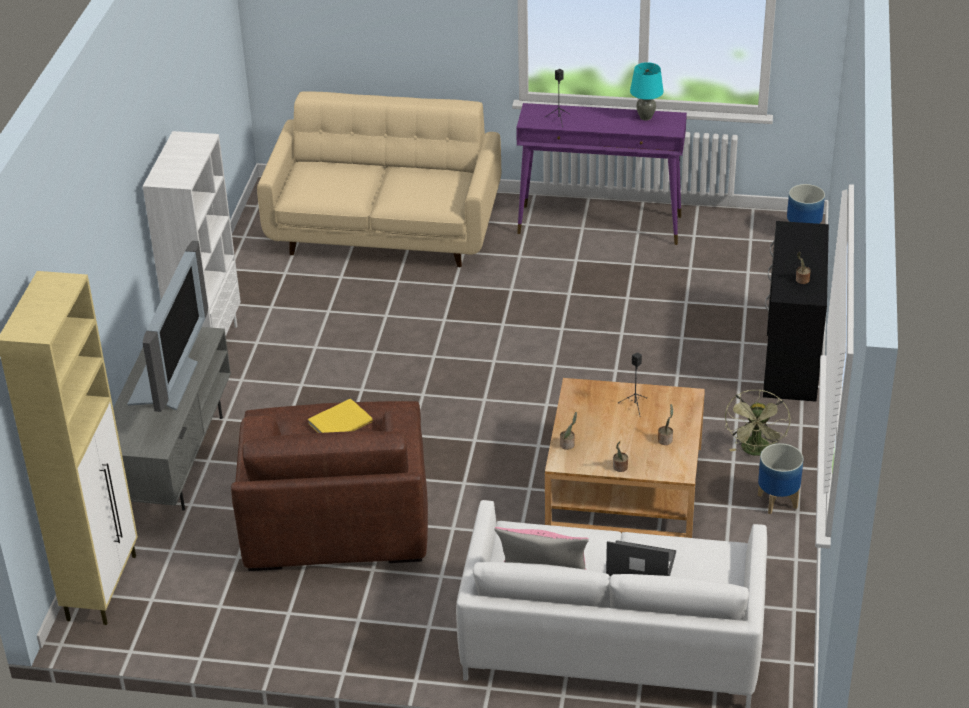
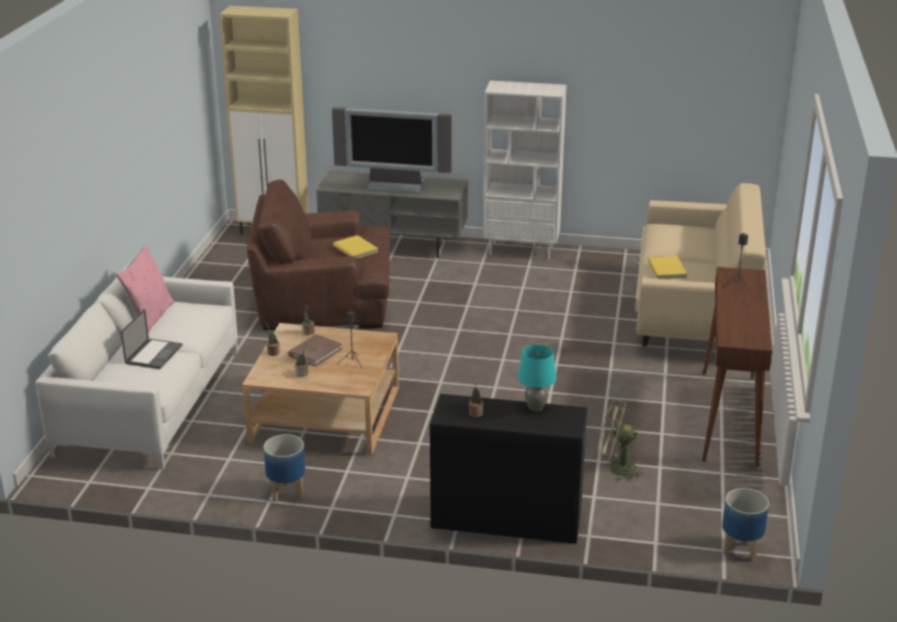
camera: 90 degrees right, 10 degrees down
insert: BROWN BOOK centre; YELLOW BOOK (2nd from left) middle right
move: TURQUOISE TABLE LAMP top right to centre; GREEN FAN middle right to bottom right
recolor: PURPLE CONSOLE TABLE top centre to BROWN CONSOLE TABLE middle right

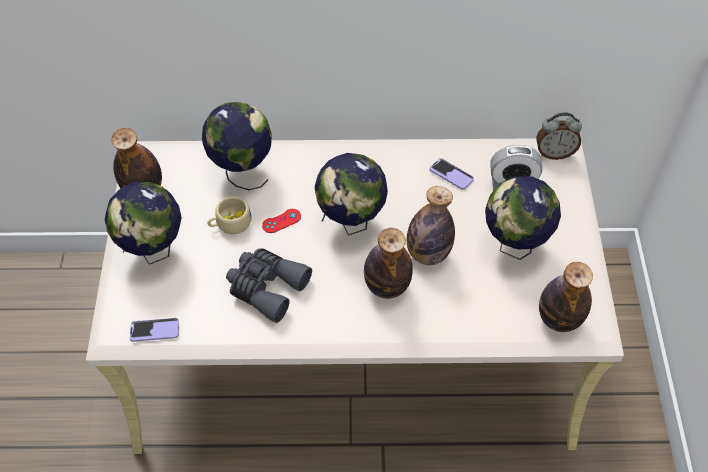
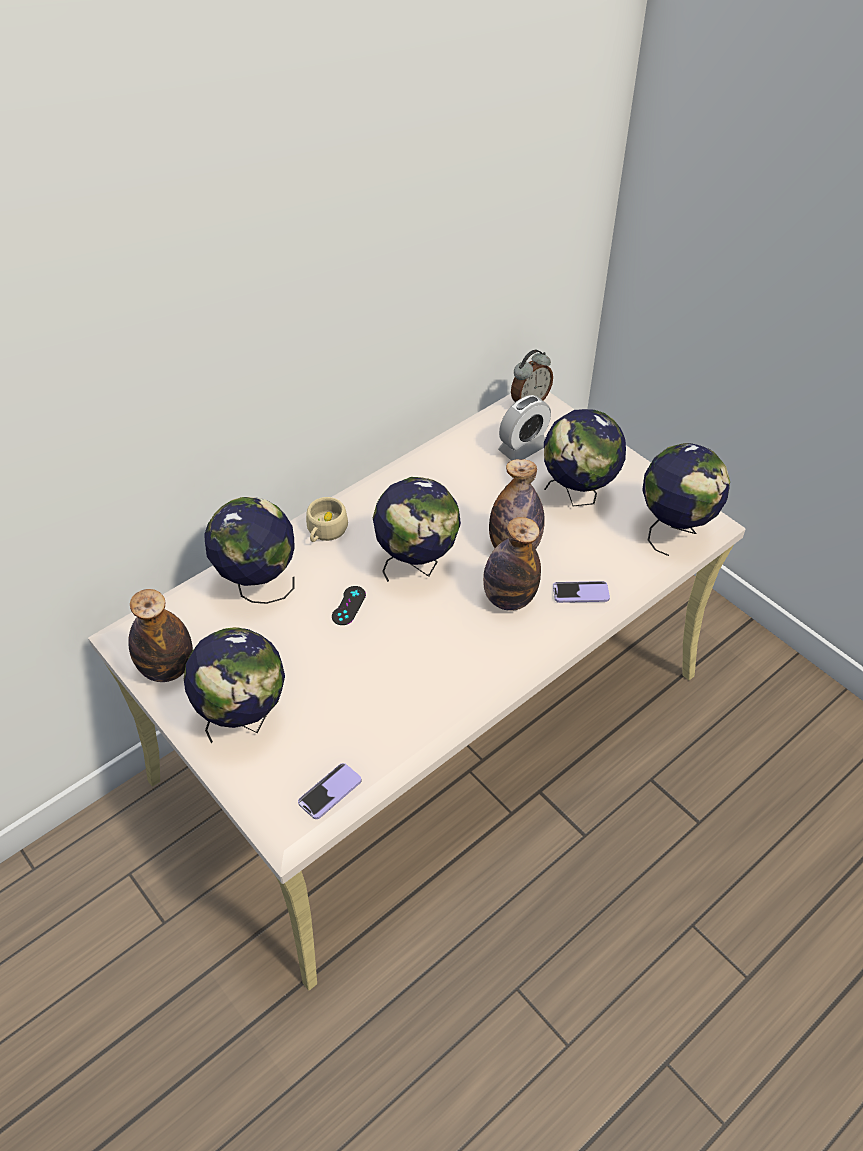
camera: 40 degrees left, 5 degrees down
delete: GREY BINOCULARS centre
move: BEIGE CUP middle left to centre; PHONE (2nd from left) centre to middle right
replace: BOTTLE (4th from left) middle right to GLOBE (5th from left) middle right
recolor: RED GAME CONTROLLER centre to BLACK GAME CONTROLLER centre

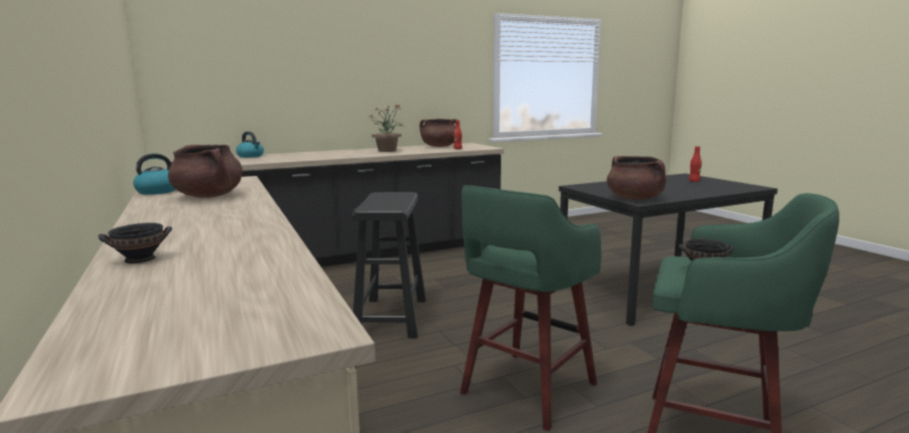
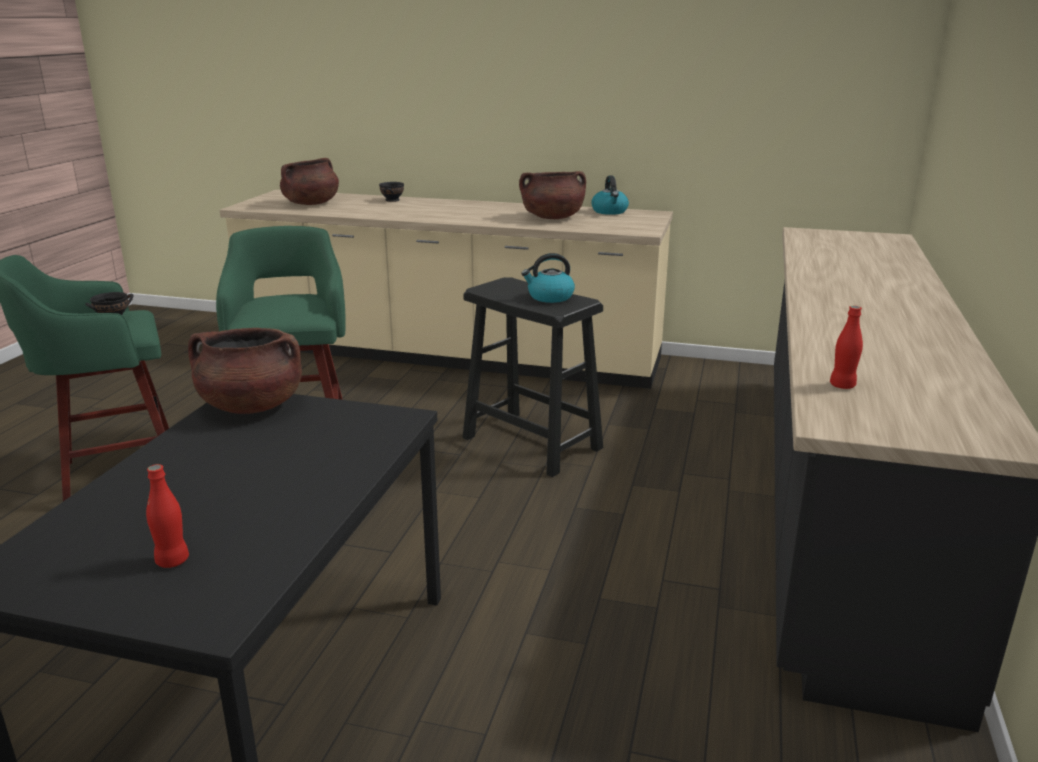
camera: 130 degrees right, 10 degrees up
delete: POTTED PLANT top centre
move: KETTLE (2nd from left in the first image) top left to KETTLE (1st from left) centre; BROWN COOKING POT (2nd from left) top centre to top left

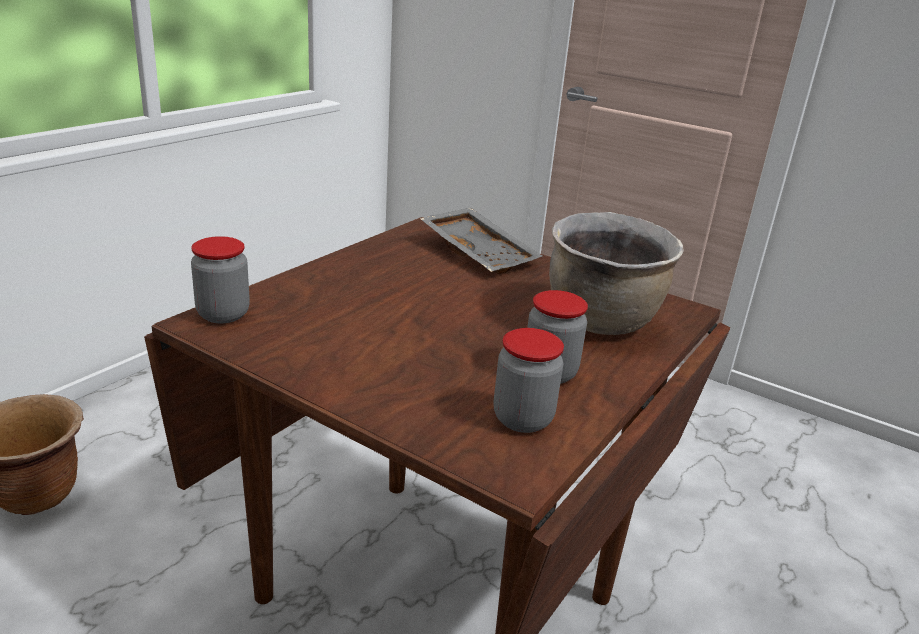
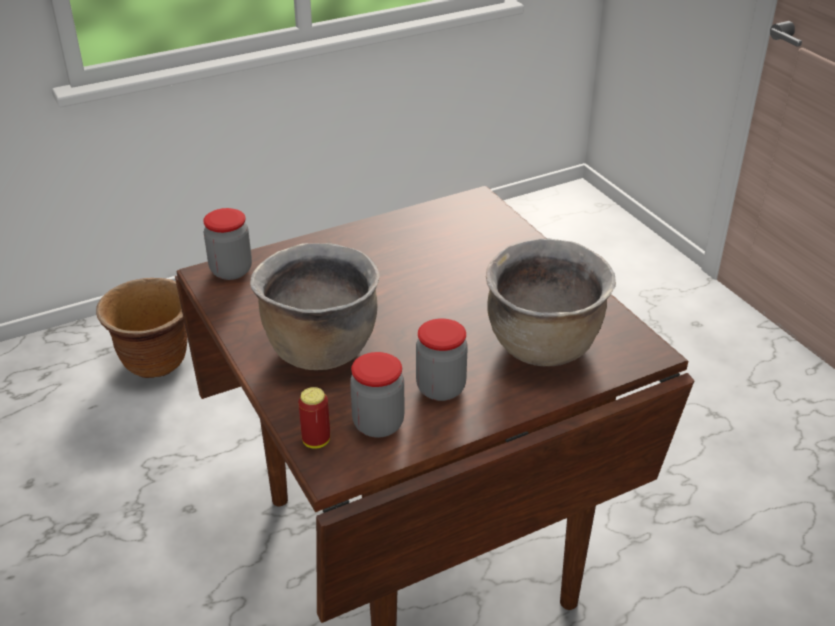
camera: 30 degrees right, 10 degrees up
delete: GREY TRAY centre
insert: BROWN COOKING POT (1st from left) centre; CAN bottom centre

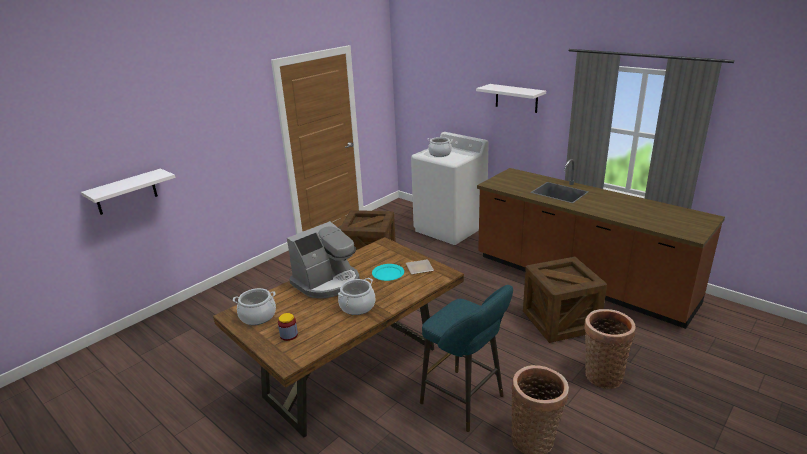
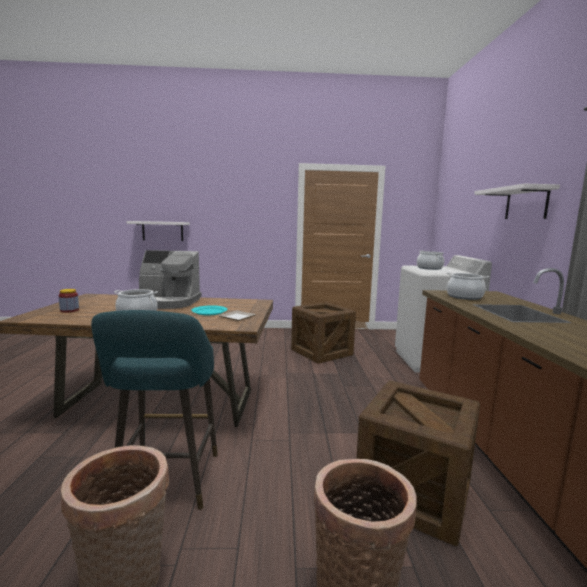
camera: 45 degrees right, 15 degrees down
move: COOKING POT (1st from left in the first image) bottom left to COOKING POT (3rd from left) middle right

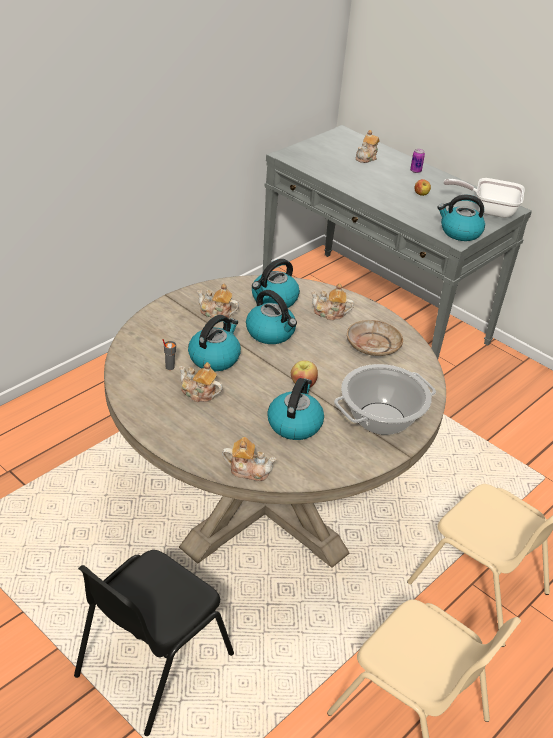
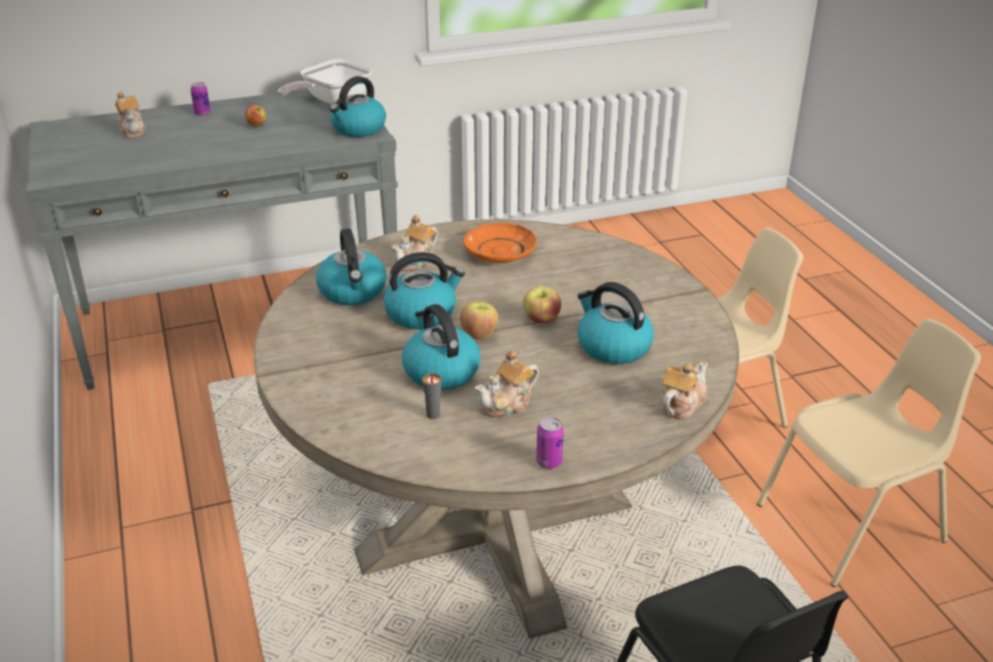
camera: 60 degrees left, 5 degrees down
delete: TEAPOT (2nd from left) centre; COOKING POT middle right
insert: APPLE (2nd from left) centre; CAN (2nd from left) bottom centre
recolor: BEIGE PLATE middle right to ORANGE PLATE centre

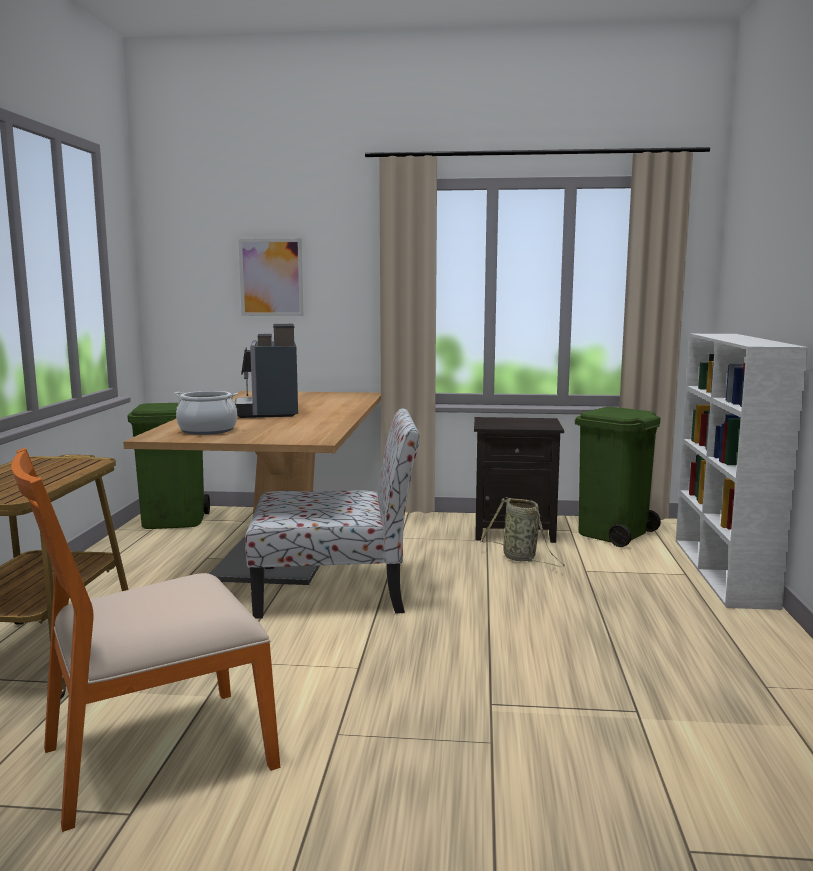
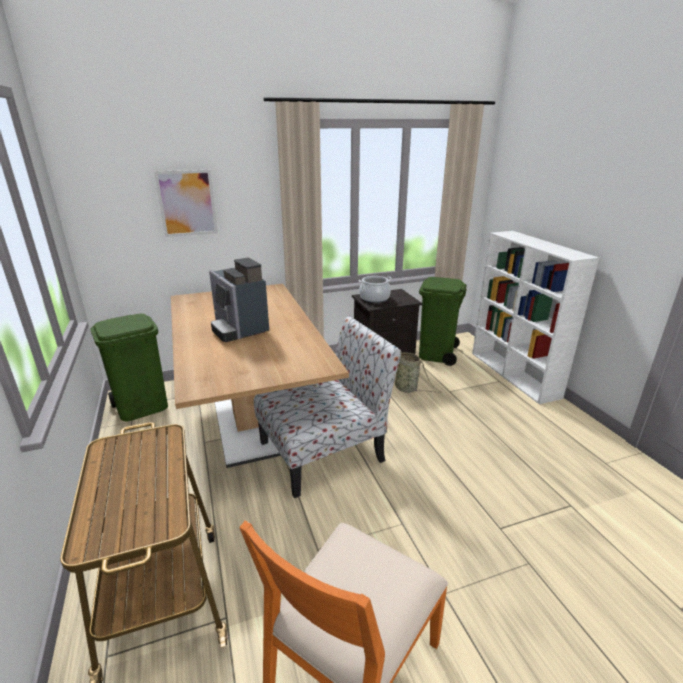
camera: 25 degrees left, 15 degrees up
move: COOKING POT middle left to centre

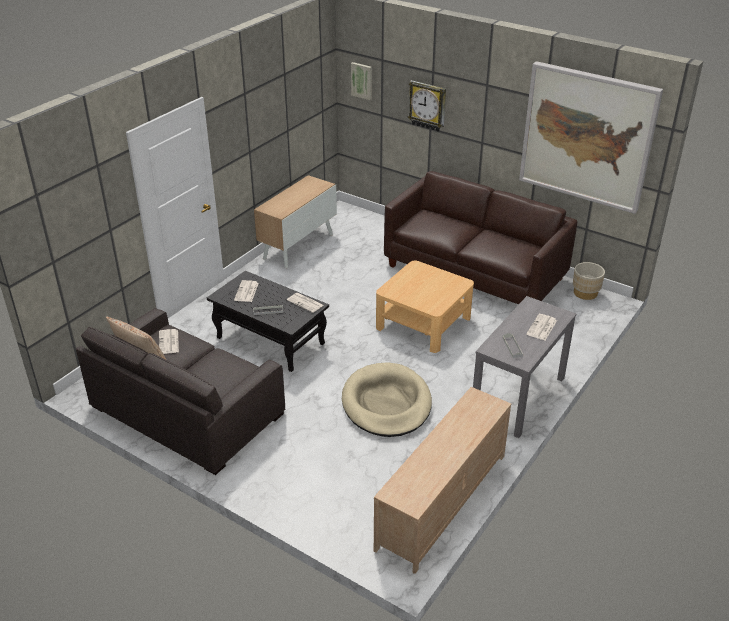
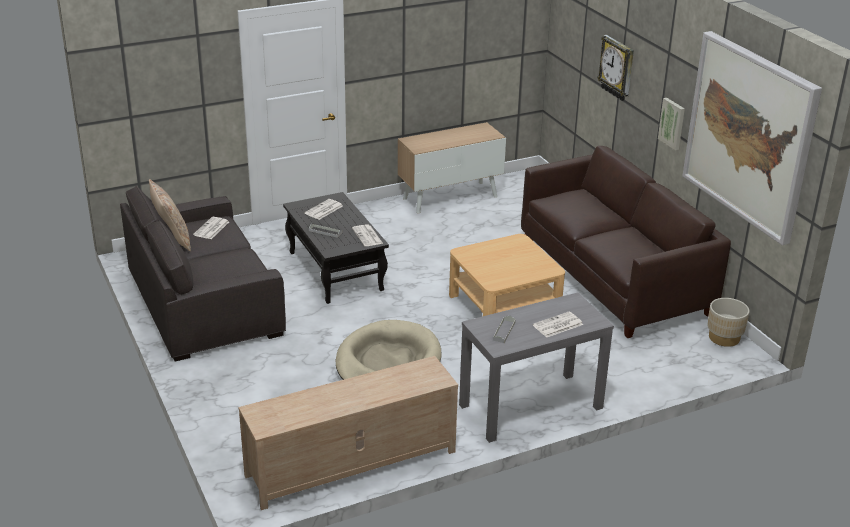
camera: 30 degrees right, 5 degrees down
move: PICTURE (1st from left) top centre to top right

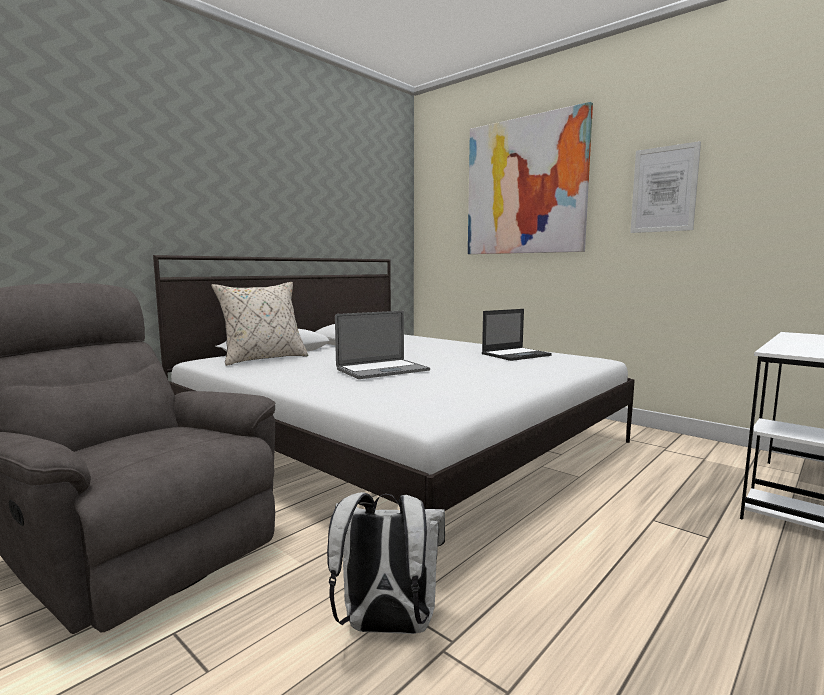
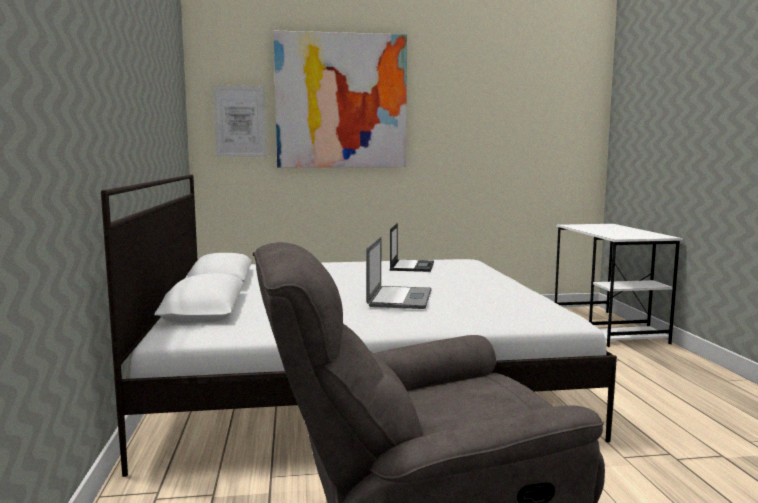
camera: 50 degrees left, 0 degrees up
delete: BEIGE PILLOW middle left; WHITE BACKPACK bottom centre
move: PICTURE (2nd from left in the first image) top right to PICTURE (1st from left) top left

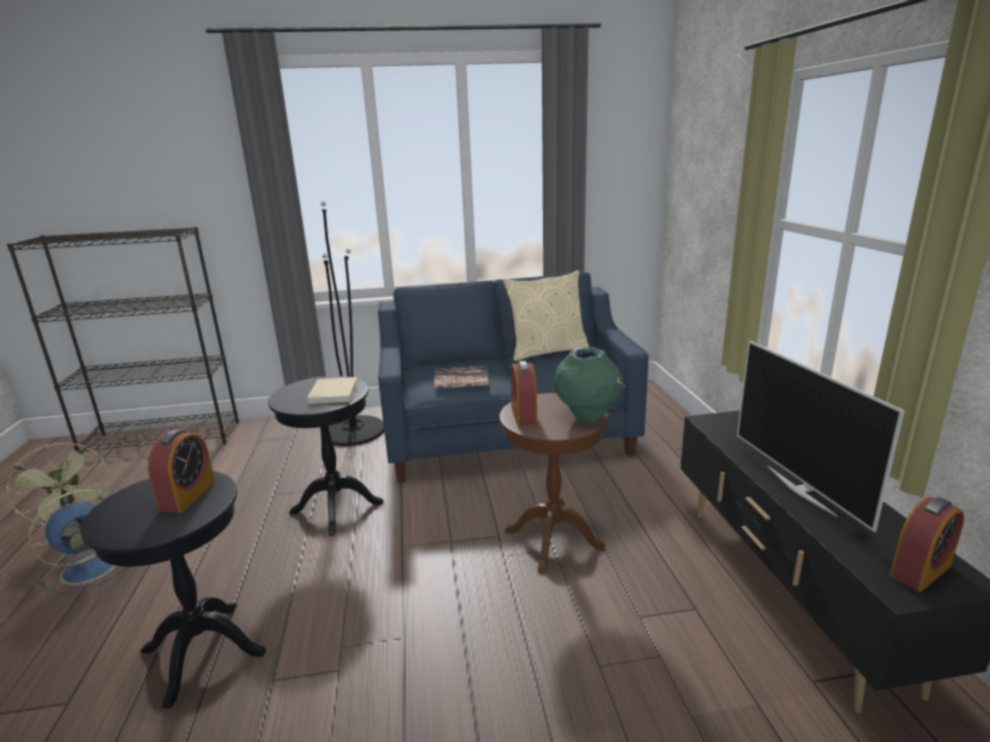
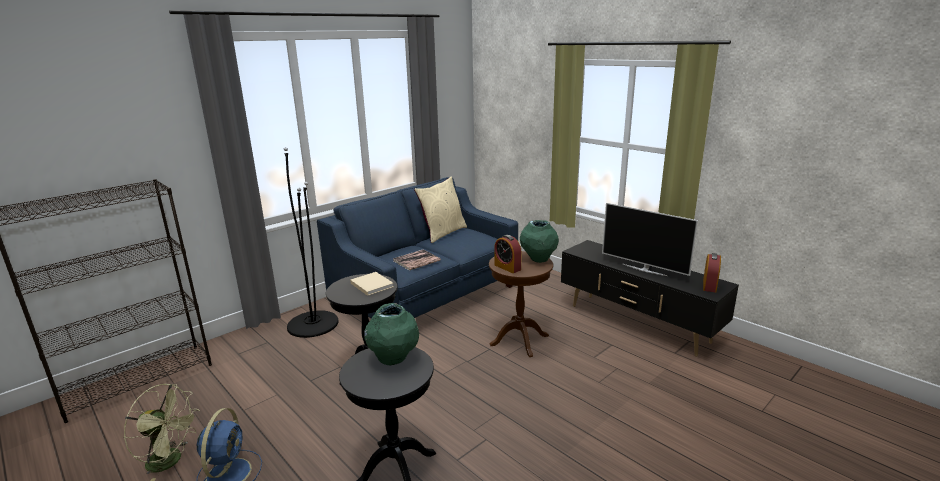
camera: 35 degrees left, 0 degrees up
replace: ALARM CLOCK (1st from left) middle left to GREEN VASE (1st from left) bottom centre

